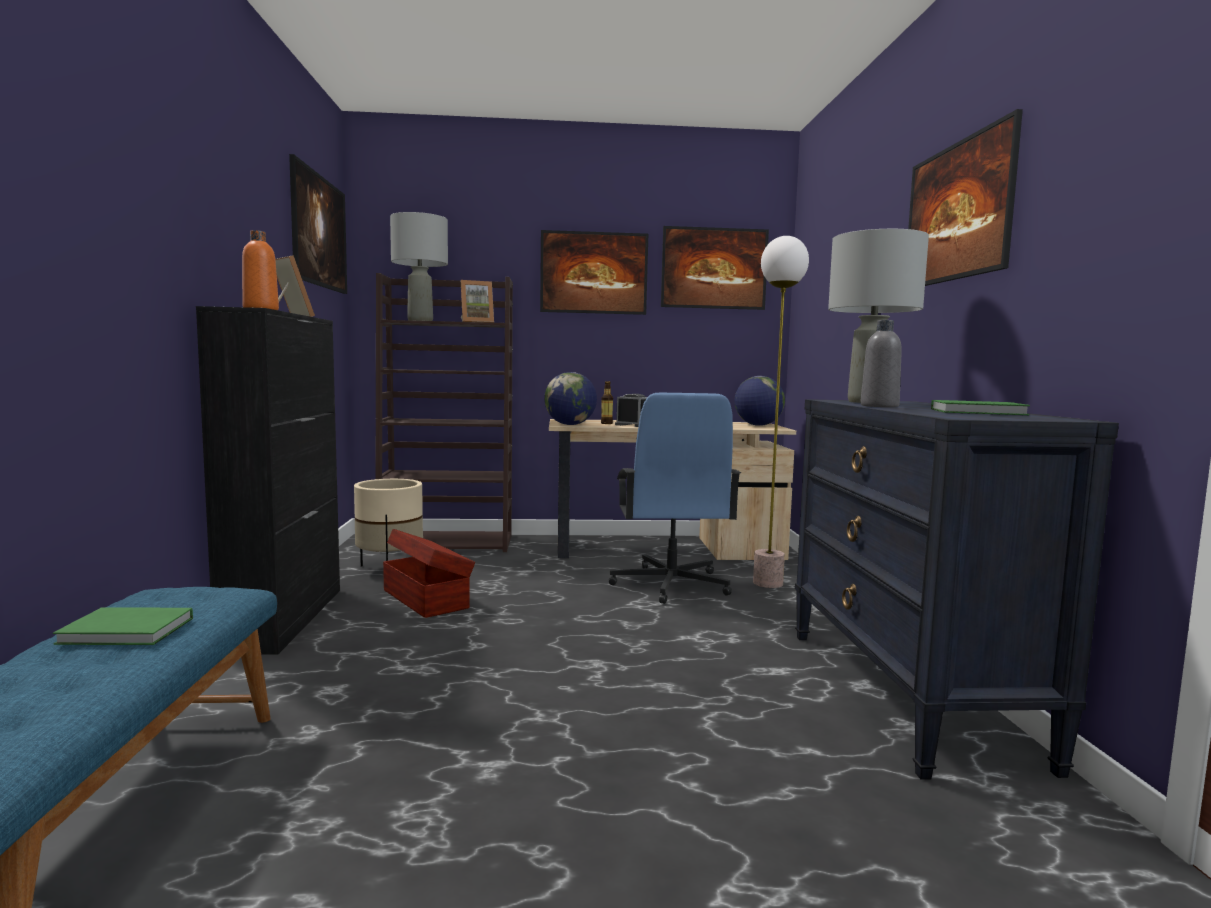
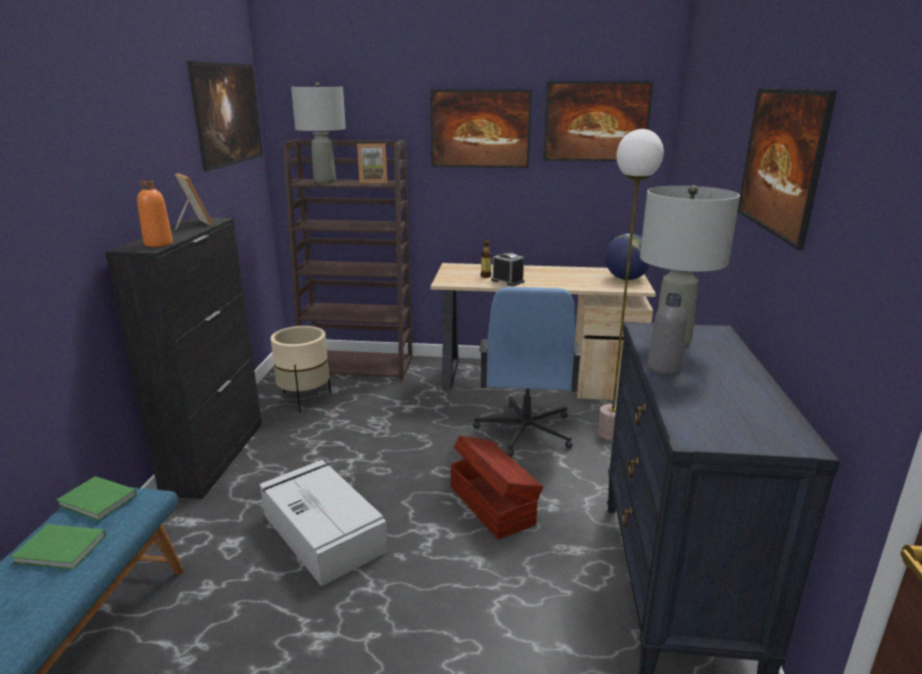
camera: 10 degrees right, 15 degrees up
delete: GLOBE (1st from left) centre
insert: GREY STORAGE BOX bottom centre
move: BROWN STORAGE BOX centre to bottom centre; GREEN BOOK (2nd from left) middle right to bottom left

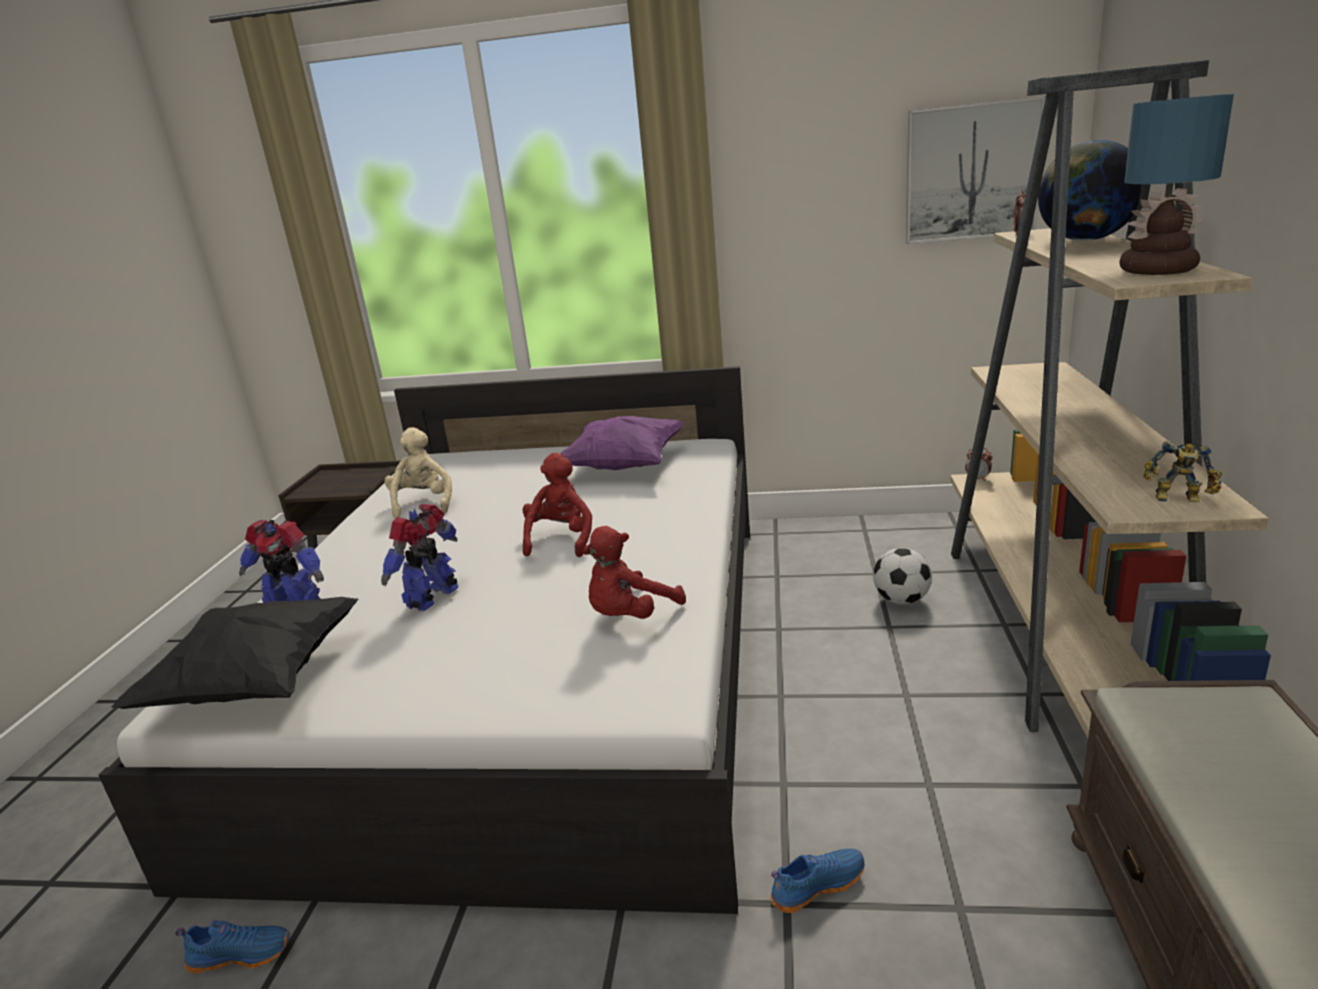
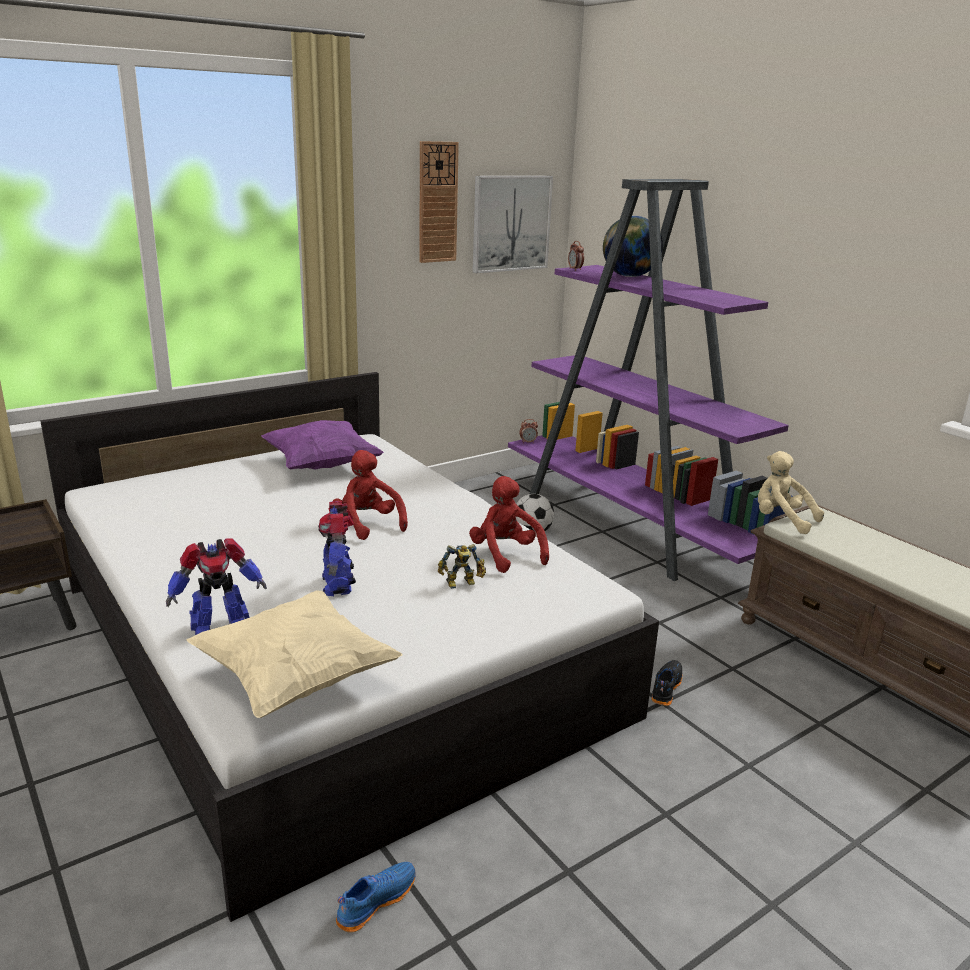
camera: 45 degrees left, 0 degrees up
delete: TABLE LAMP top right
insert: WALL CLOCK top centre
move: BEIGE PLUSH TOY middle left to middle right; TOY ROBOT (3rd from left) middle right to centre
recolor: BLACK PILLOW middle left to BEIGE PILLOW bottom left; BLUE SHOE (2nd from left) bottom centre to BLACK SHOE bottom right; BEIGE BOOKCASE middle right to PURPLE BOOKCASE middle right
rotate: RED PLUSH TOY (2nd from left) centre = centre 150 degrees clockwise

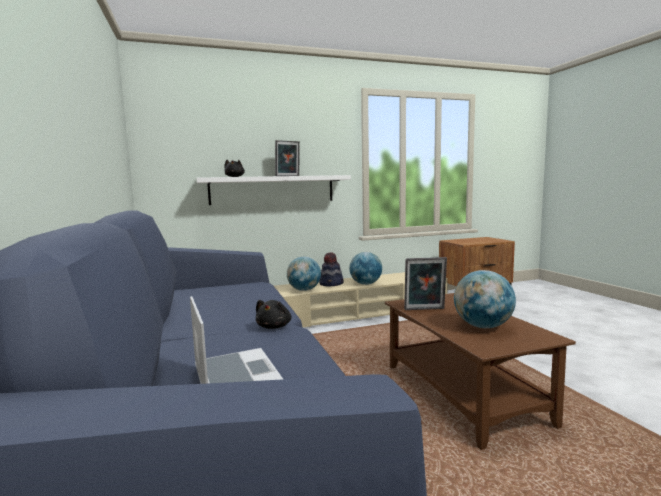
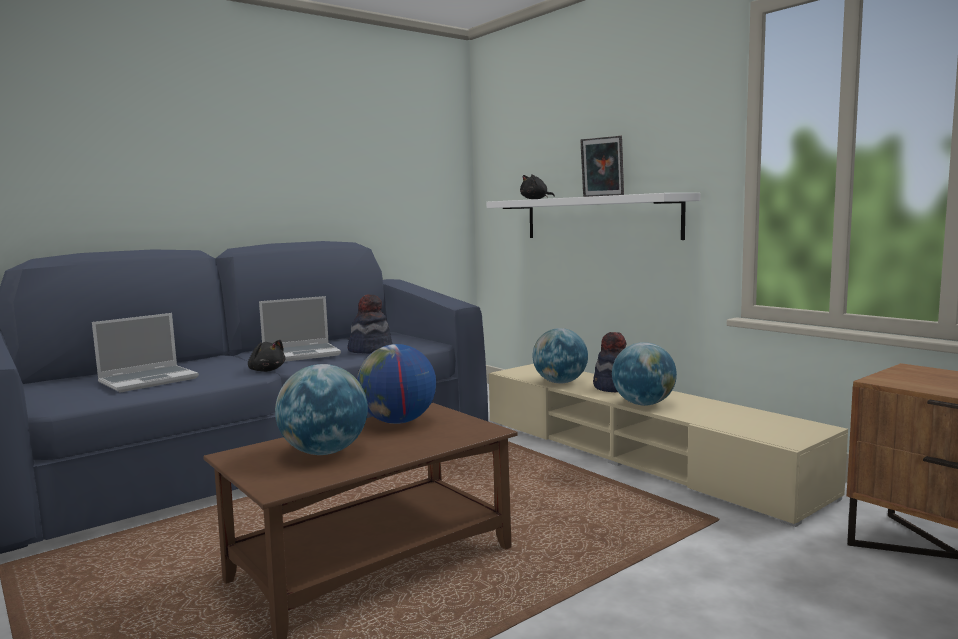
camera: 70 degrees right, 0 degrees up
insert: LAPTOP (2nd from left) middle left; HAT (1st from left) centre
replace: PICTURE FRAME (2nd from left) centre to GLOBE (2nd from left) centre
rotate: BLACK PLUSH TOY (2nd from left in the first image) centre = middle left 135 degrees counterclockwise

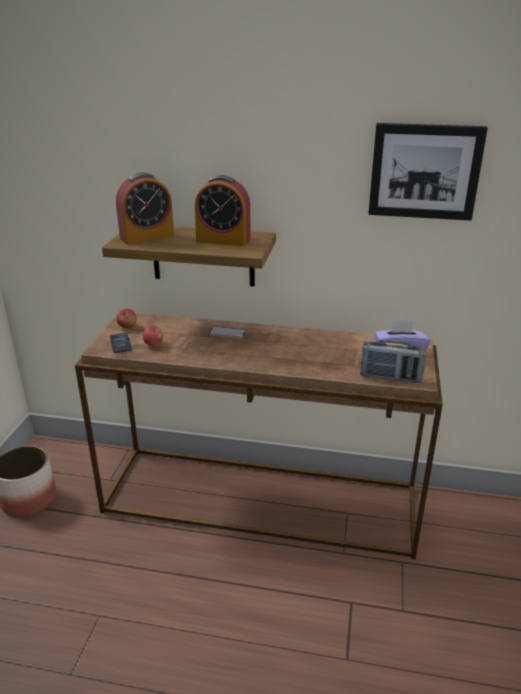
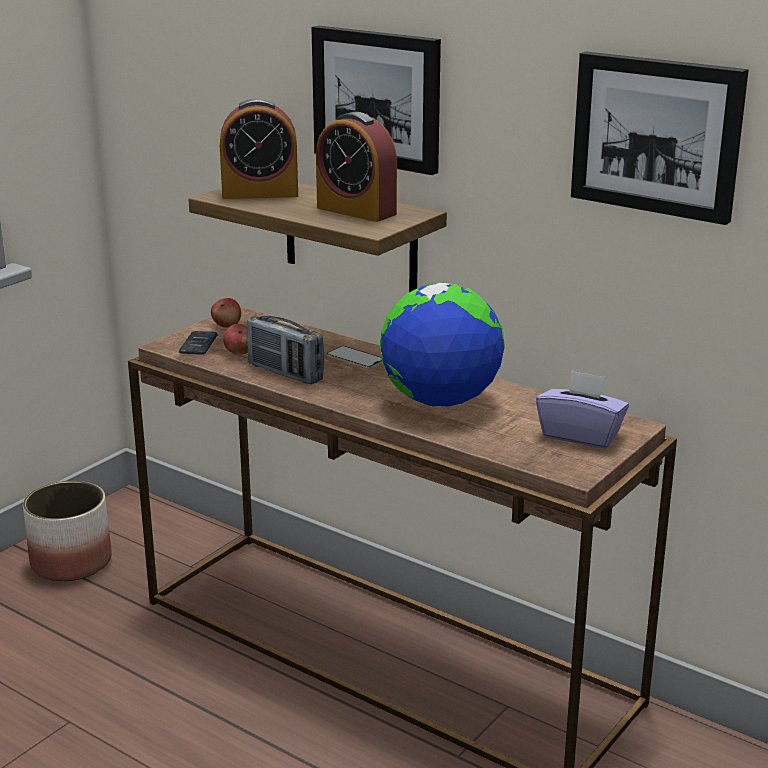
camera: 25 degrees right, 5 degrees down
insert: PICTURE (1st from left) top centre; GLOBE centre
move: RADIO middle right to centre

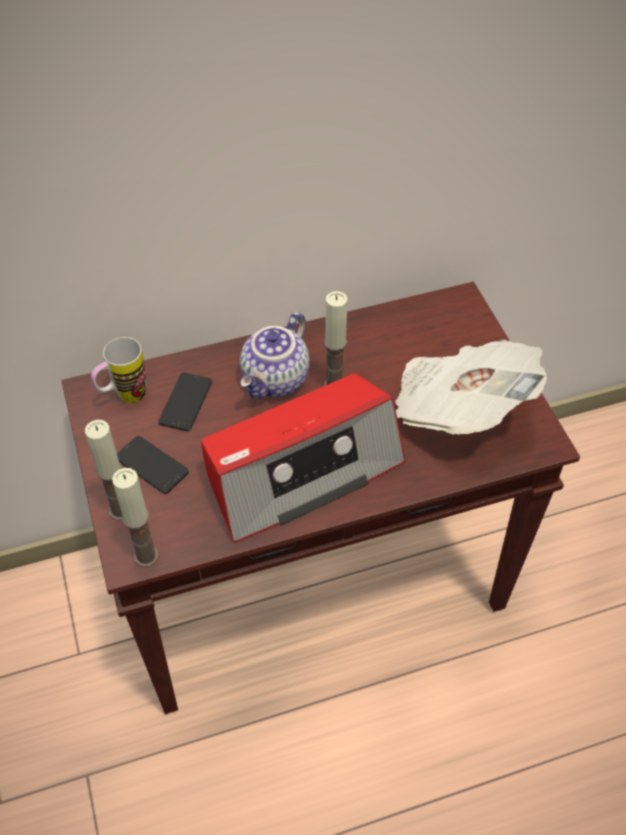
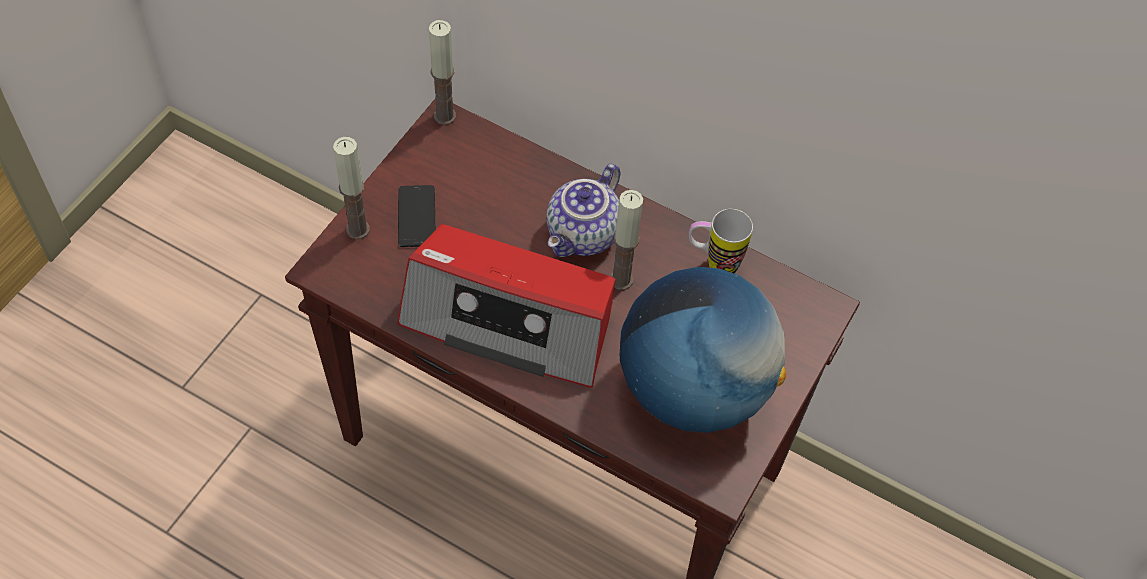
camera: 45 degrees right, 5 degrees up
delete: PHONE (2nd from left) middle left
move: MUG middle left to centre; CANDLE (2nd from left) middle left to top centre
replace: NEWSPAPER middle right to GLOBE centre
rotate: TEAPOT centre = centre 45 degrees counterclockwise

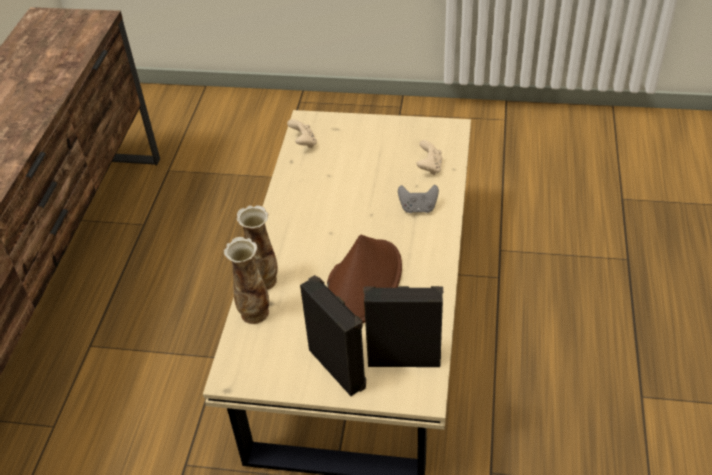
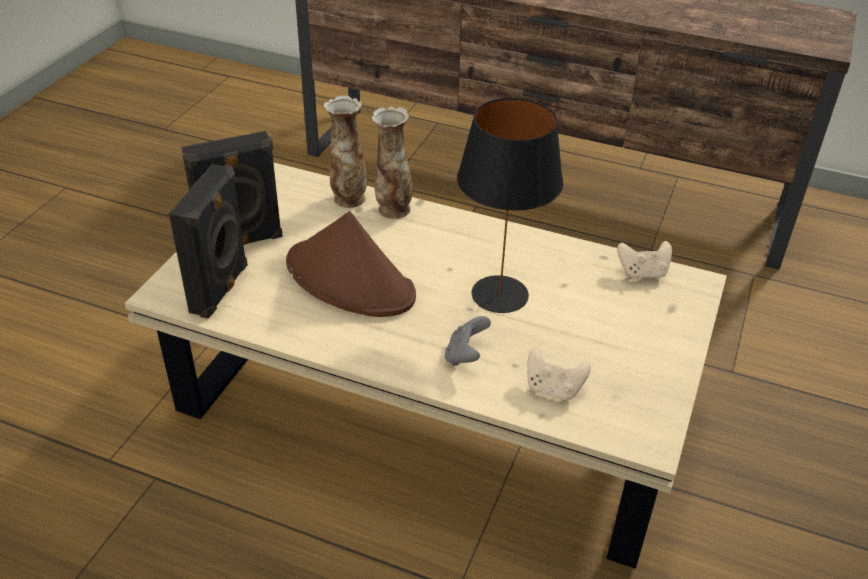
camera: 100 degrees right, 5 degrees down
insert: BLACK TABLE LAMP centre

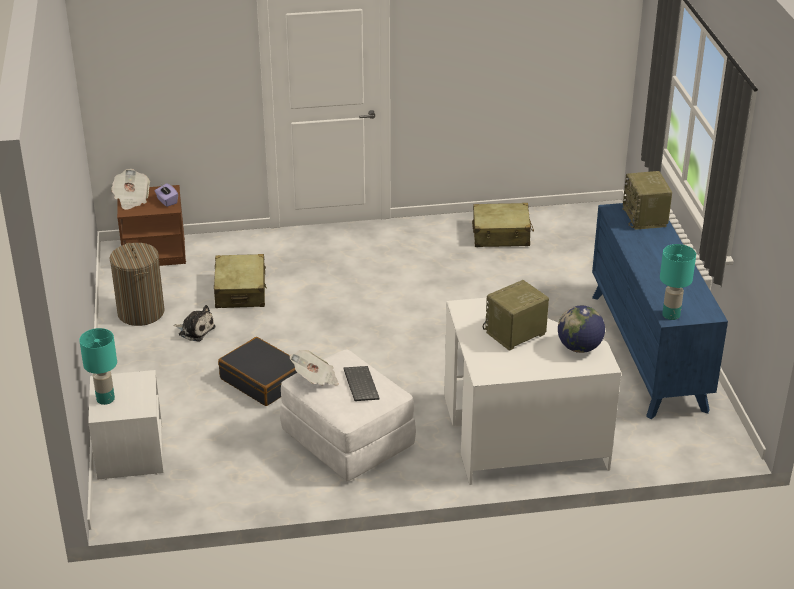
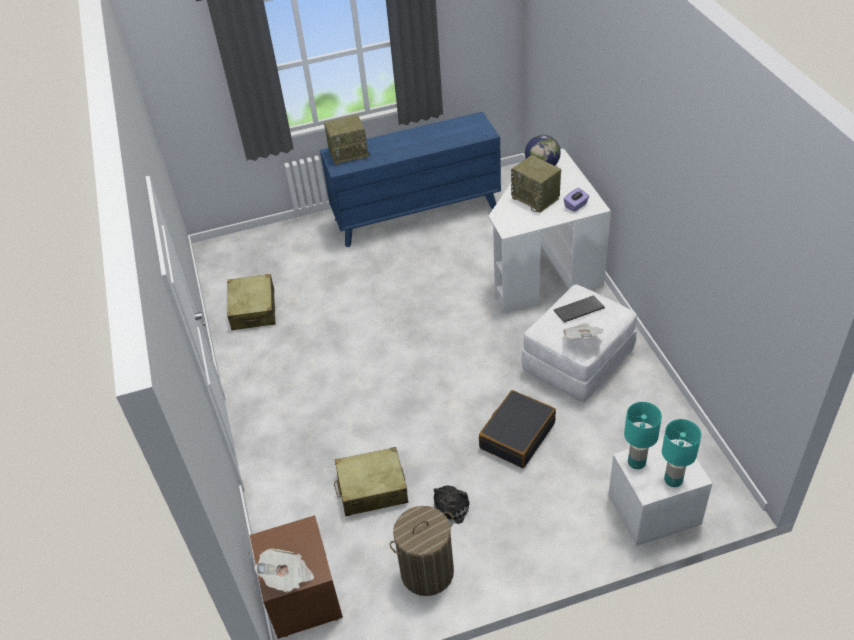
camera: 95 degrees left, 10 degrees up
move: PURPLE TISSUE BOX top left to top right; TURQUOISE TABLE LAMP (2nd from left in the first image) middle right to TURQUOISE TABLE LAMP (1st from left) bottom right

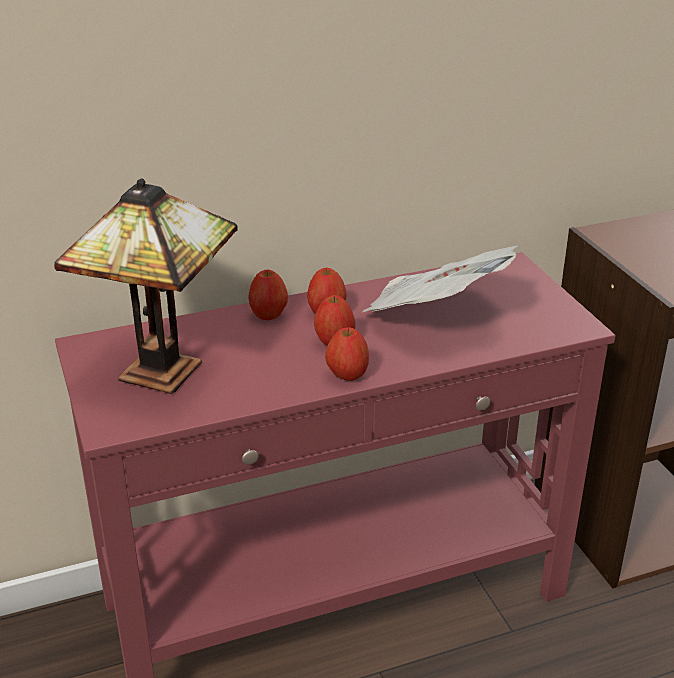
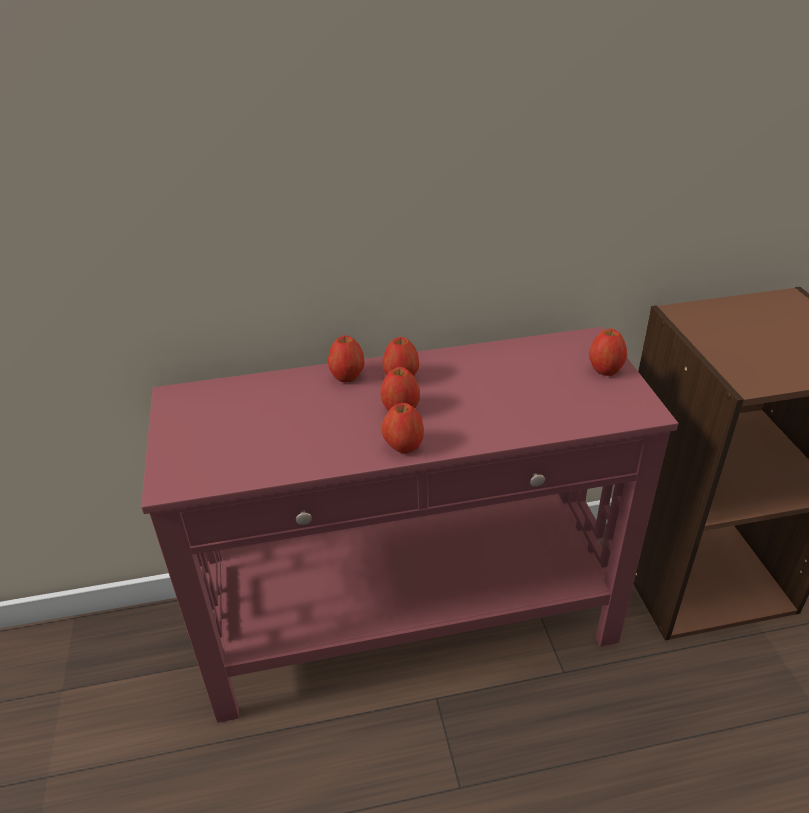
camera: 10 degrees right, 5 degrees up
delete: TABLE LAMP middle left; NEWSPAPER centre
insert: APPLE (5th from left) middle right

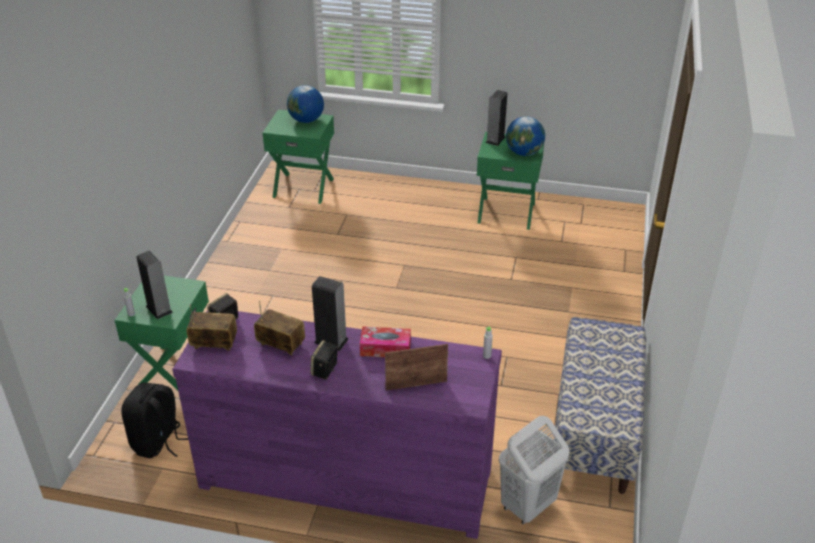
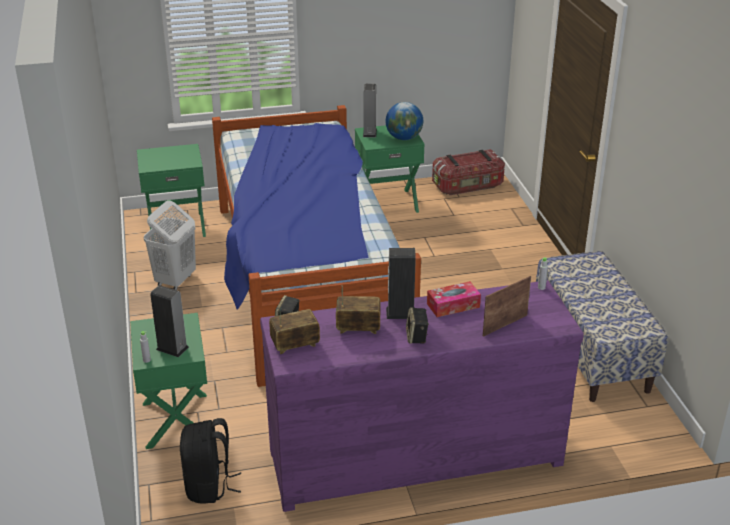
camera: 25 degrees left, 5 degrees down
delete: GLOBE (1st from left) top centre
insert: BED centre; STORAGE BOX top centre
move: WHITE LAUNDRY BASKET bottom centre to middle left

